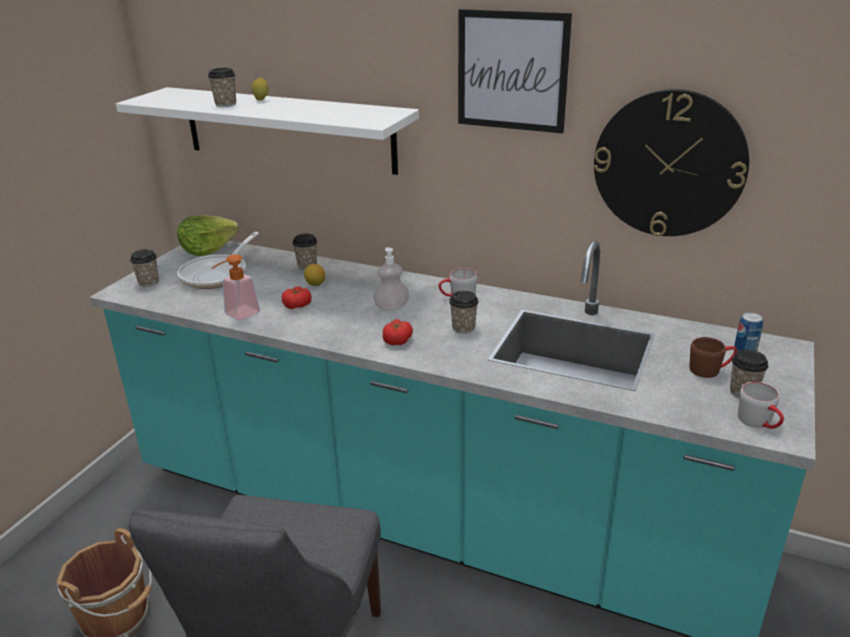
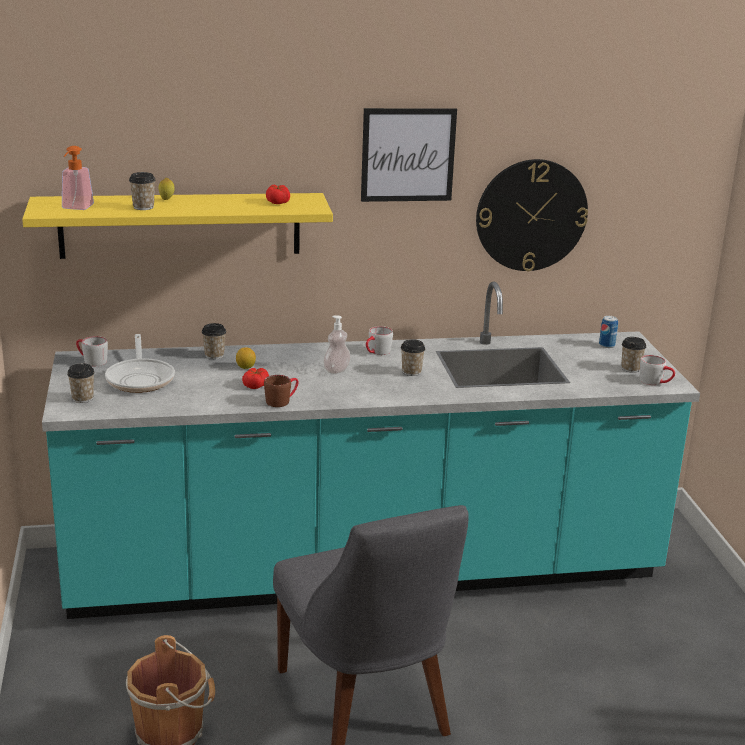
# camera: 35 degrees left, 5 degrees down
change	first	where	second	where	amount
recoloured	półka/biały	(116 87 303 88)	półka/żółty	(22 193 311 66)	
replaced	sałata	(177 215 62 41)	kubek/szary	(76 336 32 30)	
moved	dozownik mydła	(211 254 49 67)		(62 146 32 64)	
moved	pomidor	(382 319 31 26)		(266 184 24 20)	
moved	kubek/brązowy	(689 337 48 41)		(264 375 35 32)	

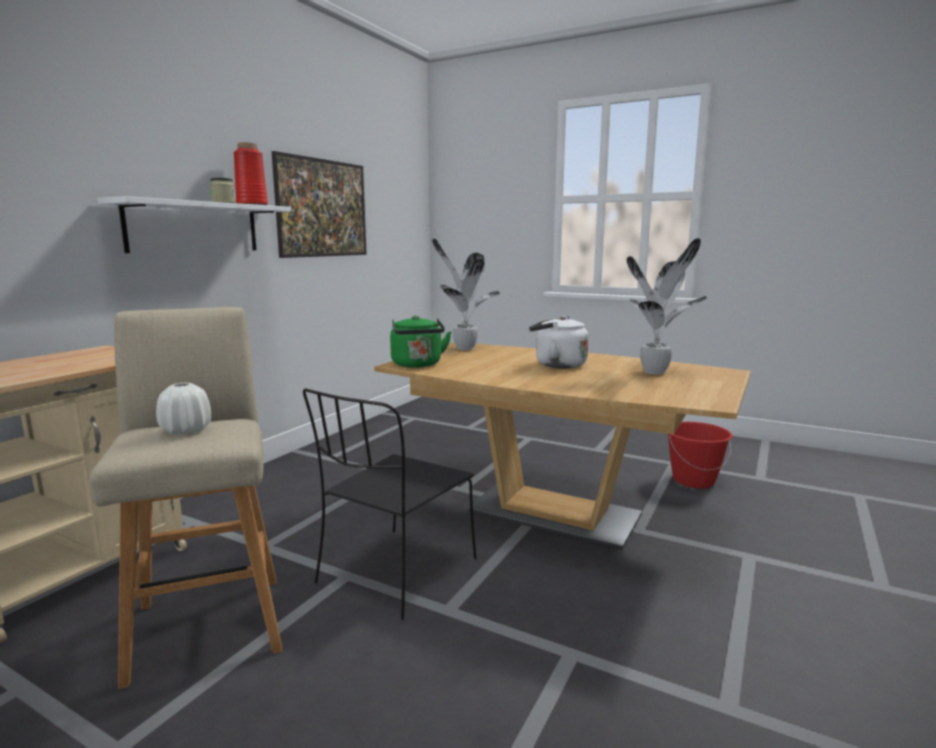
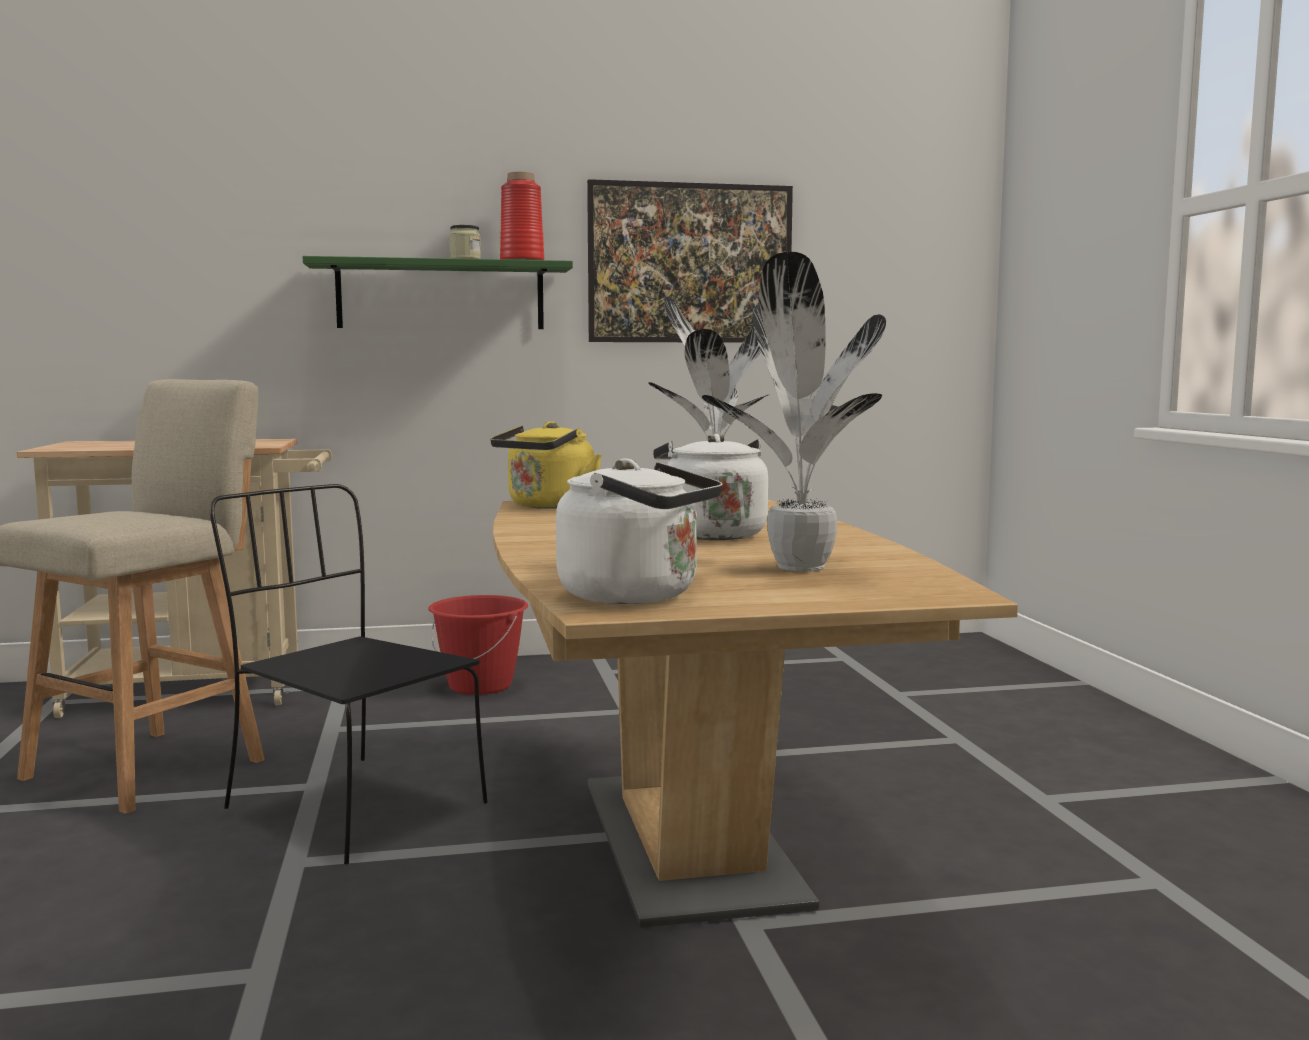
# camera: 50 degrees right, 5 degrees down
change	first	where	second	where	amount
recoloured	półka/biały	(98 196 193 57)	półka/zielony	(303 256 270 73)	
removed	wazon/biały	(156 382 55 53)			
turned	krzesło/czarny	(303 388 173 232)		(210 484 278 380)	45 degrees clockwise
recoloured	czajnik/zielony	(390 315 62 53)	czajnik/żółty	(490 421 112 88)	
moved	wiadro/czerwony	(668 422 65 66)		(428 595 100 100)	
added			czajnik/biały	(556 459 167 145)	

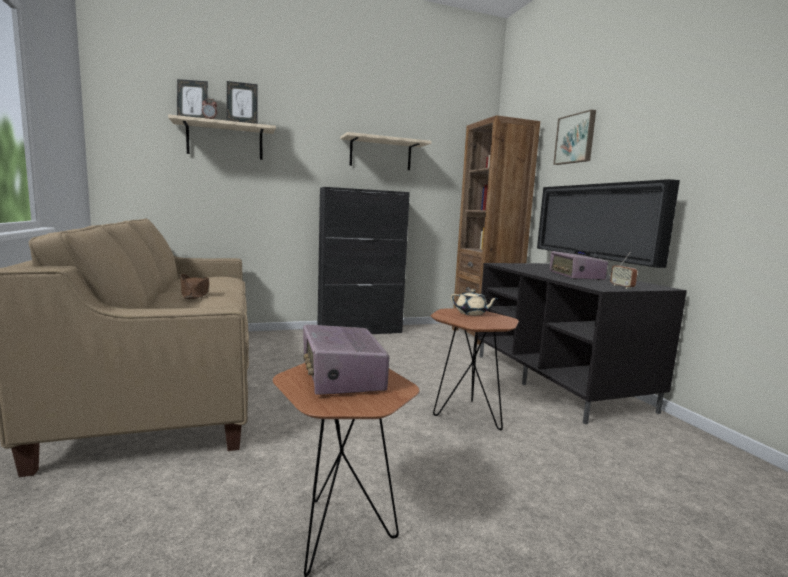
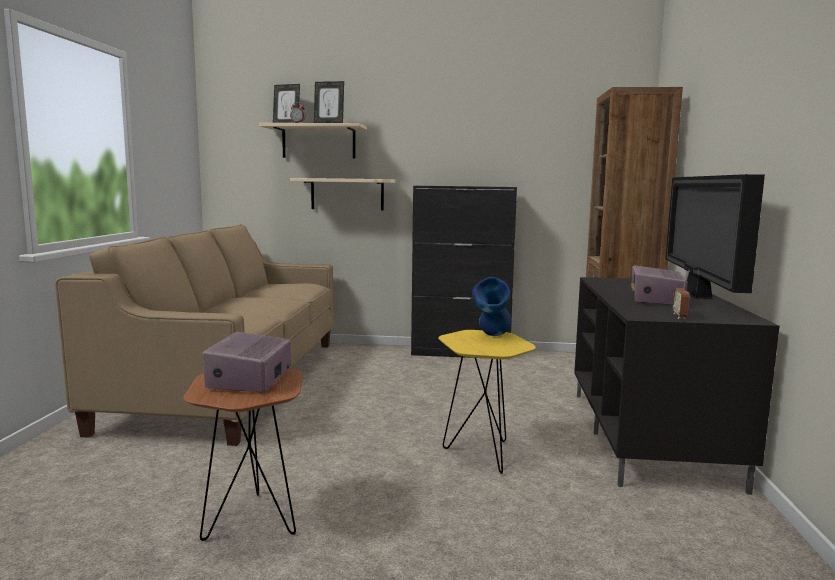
# camera: 25 degrees right, 0 degrees up
change	first	where	second	where	amount
removed	kapelusz/brązowy	(180 274 29 25)			
moved	półka/beżowy	(340 132 92 38)		(290 178 105 33)	
recoloured	stolik/brązowy	(431 308 88 122)	stolik/żółty	(438 330 98 144)	
replaced	imbryk/beżowy	(451 289 48 26)	wazon/niebieski	(472 277 40 59)	
removed	obraz	(553 110 43 55)			

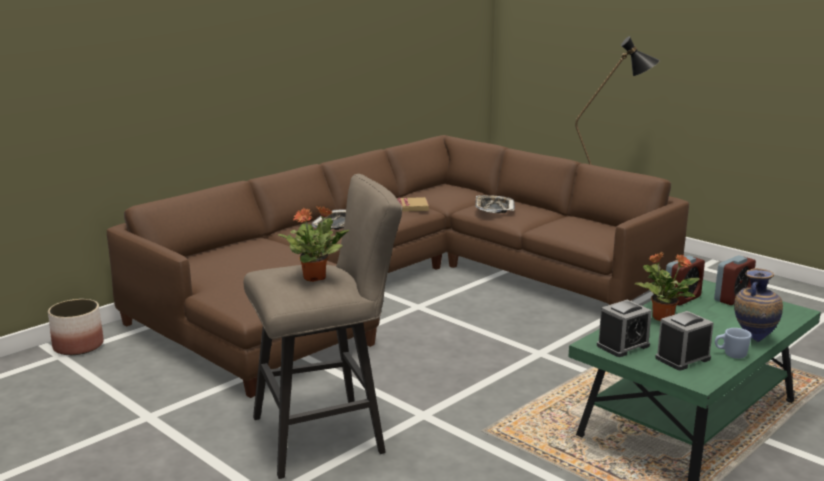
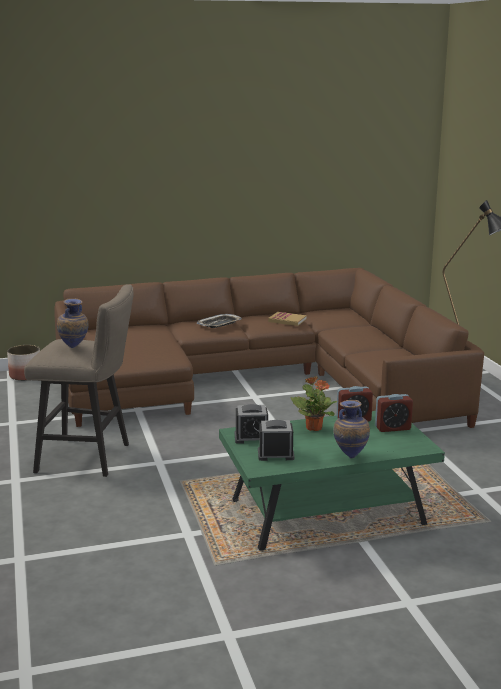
# camera: 30 degrees right, 0 degrees up
change	first	where	second	where	amount
replaced	roślina doniczkowa	(278 206 71 76)	wazon	(57 299 32 49)	
removed	taca	(475 195 40 18)			
removed	kubek/niebieski	(715 328 37 31)			

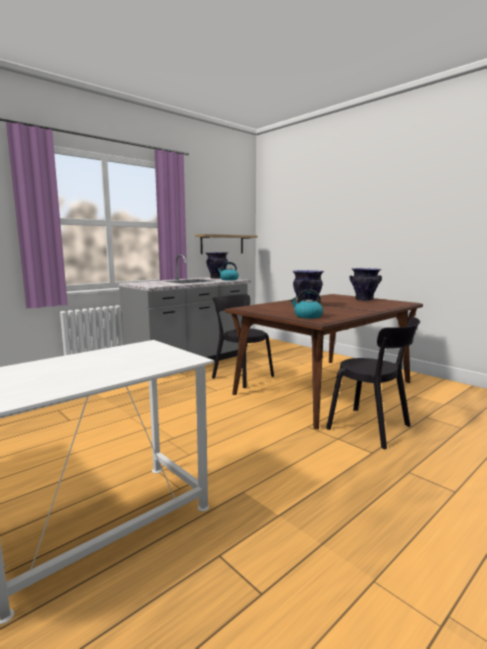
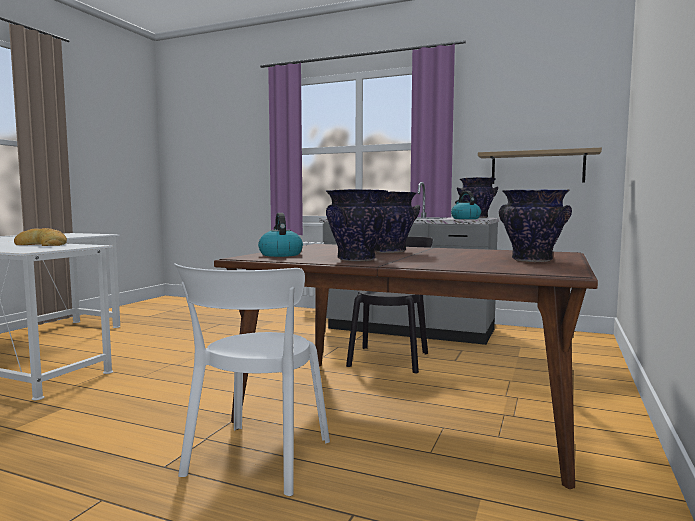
# camera: 65 degrees right, 5 degrees down
change	first	where	second	where	amount
recoloured	krzesło/czarny	(326 317 94 132)	krzesło/biały	(174 263 156 233)	
added			chleb	(14 228 53 18)	
added			wazon	(326 189 62 72)	

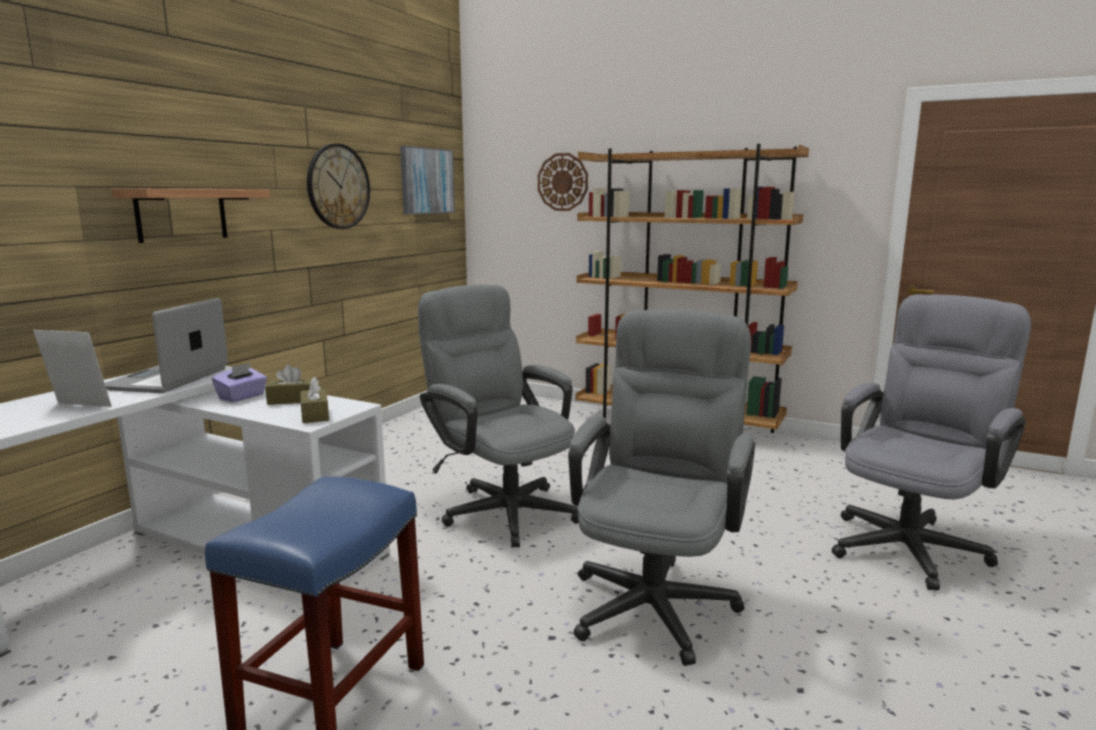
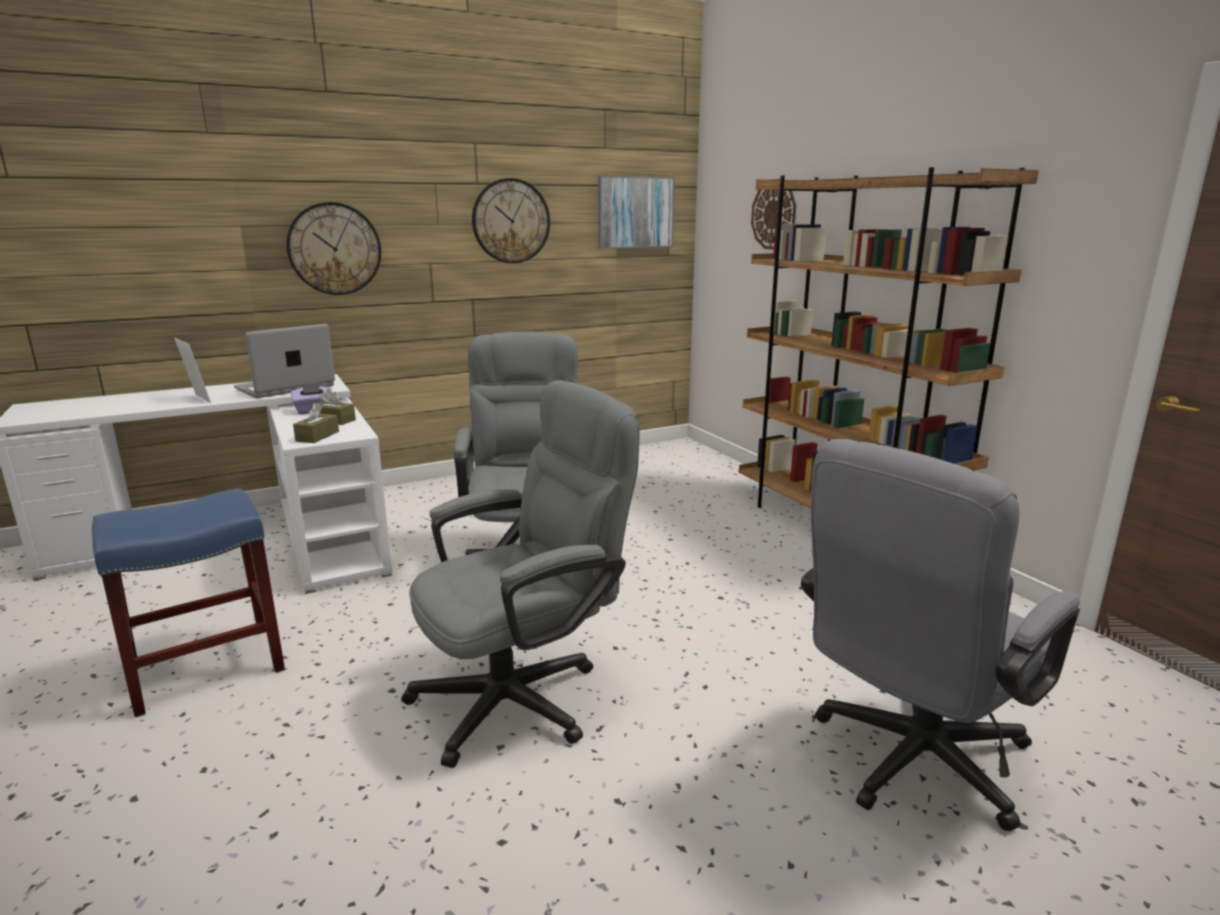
# camera: 35 degrees right, 5 degrees up
change	first	where	second	where	amount
replaced	półka	(111 188 159 55)	zegar ścienny	(286 202 95 93)	
turned	krzesło biurowe/szary	(832 294 199 297)		(801 439 279 392)	150 degrees clockwise

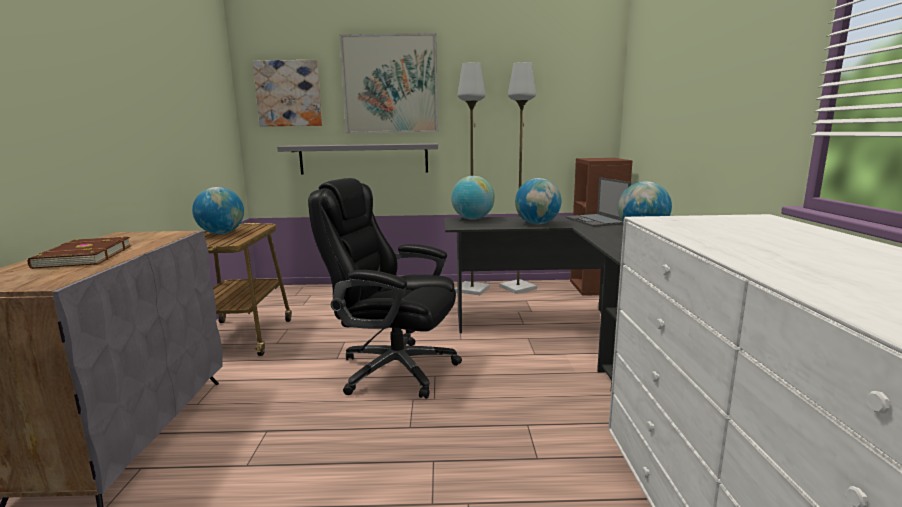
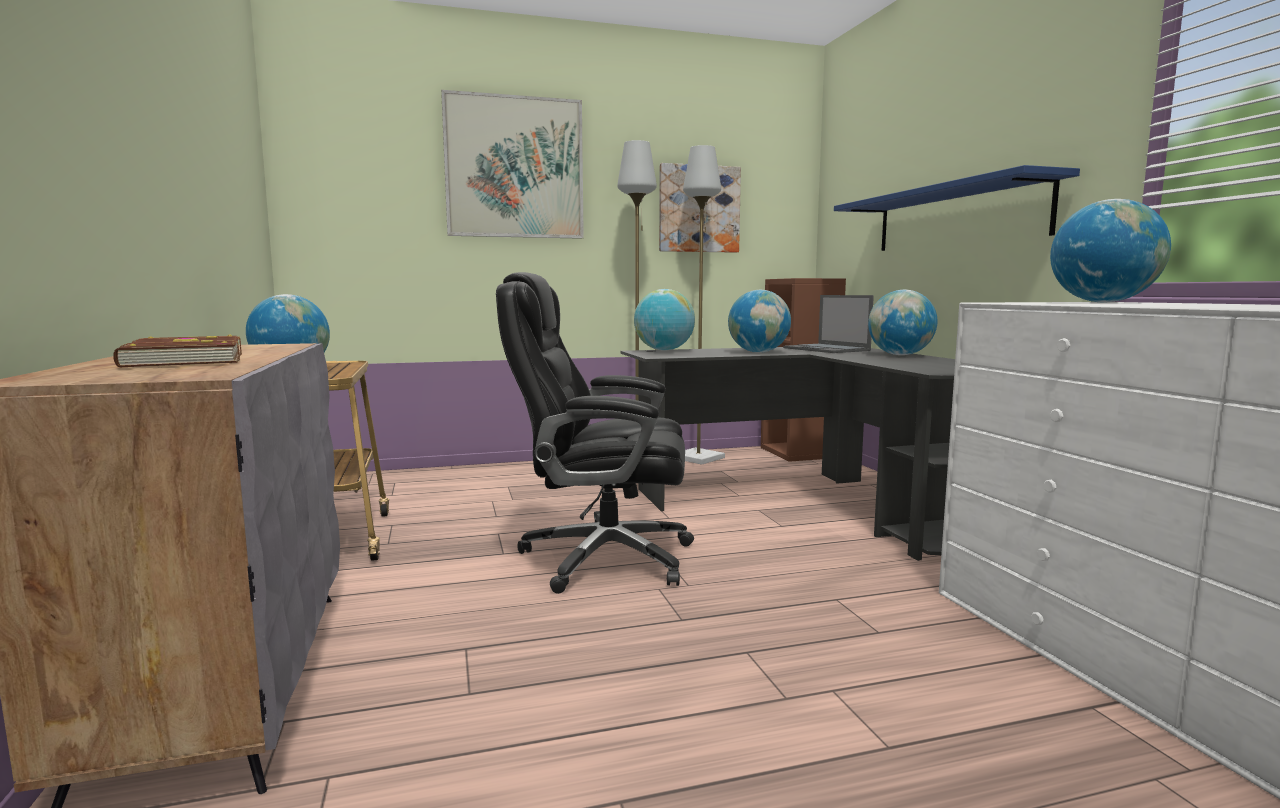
# camera: 15 degrees left, 5 degrees down
change	first	where	second	where	amount
moved	obraz	(253 60 69 66)		(659 163 82 90)	
removed	półka/szary	(277 143 161 31)			
added			półka/niebieski	(834 165 246 86)	
added			globus	(1050 199 121 104)	

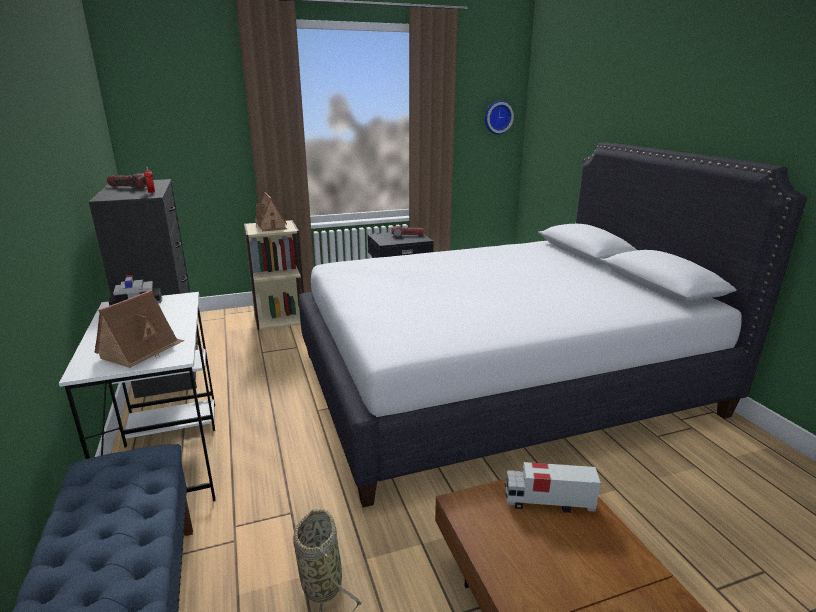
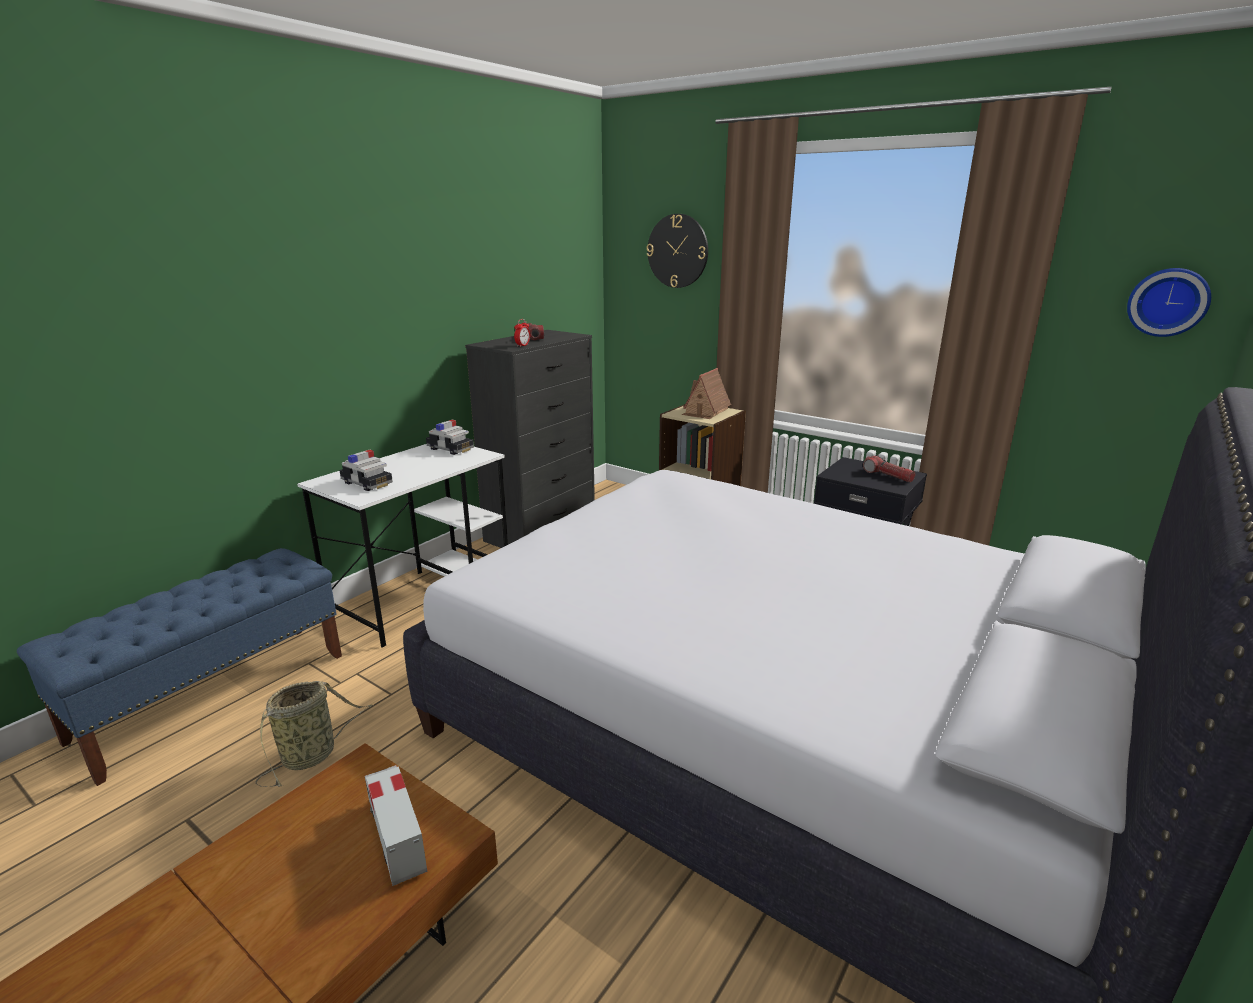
# camera: 55 degrees right, 0 degrees up
change	first	where	second	where	amount
replaced	domek	(95 290 89 78)	samochodzik	(340 450 53 41)	
added			zegar ścienny	(647 214 61 74)	

